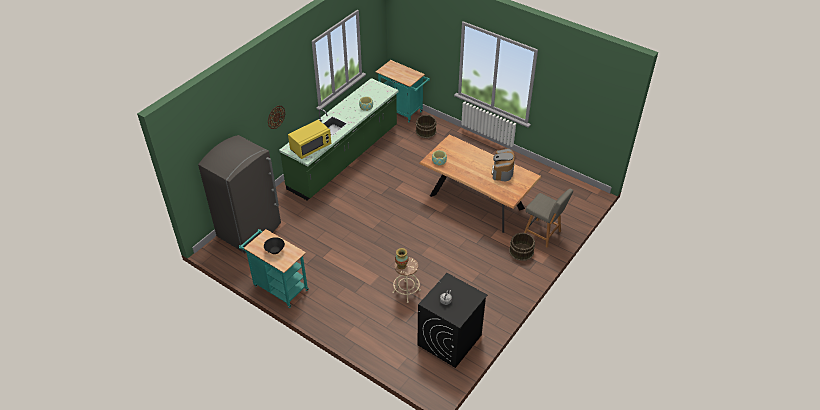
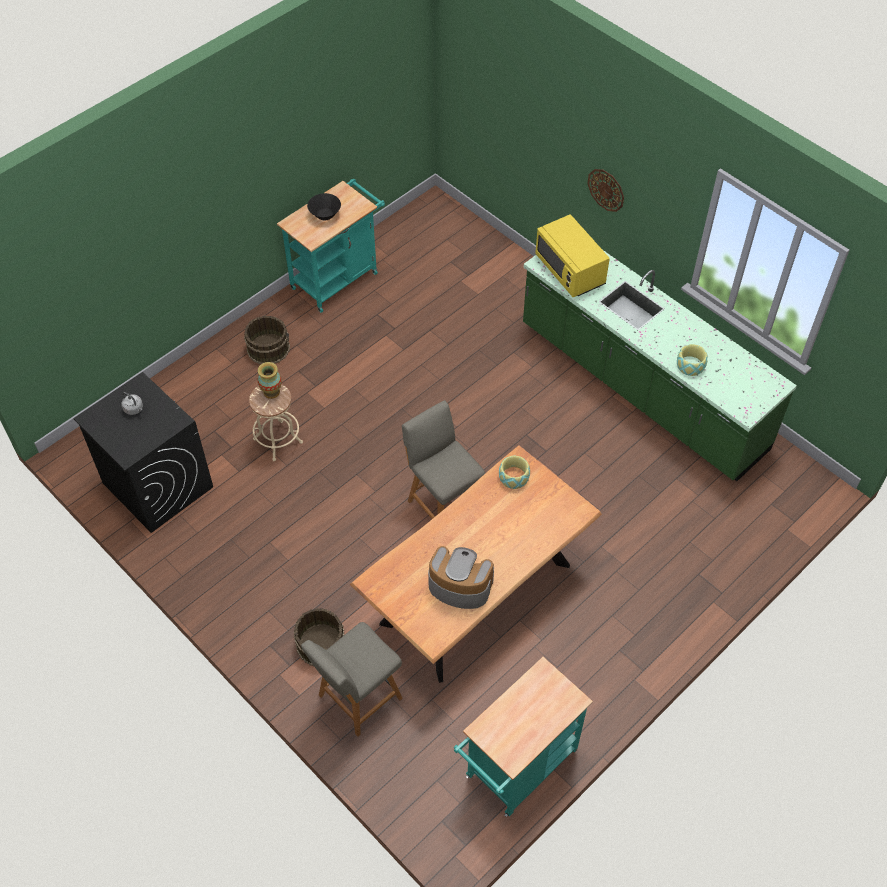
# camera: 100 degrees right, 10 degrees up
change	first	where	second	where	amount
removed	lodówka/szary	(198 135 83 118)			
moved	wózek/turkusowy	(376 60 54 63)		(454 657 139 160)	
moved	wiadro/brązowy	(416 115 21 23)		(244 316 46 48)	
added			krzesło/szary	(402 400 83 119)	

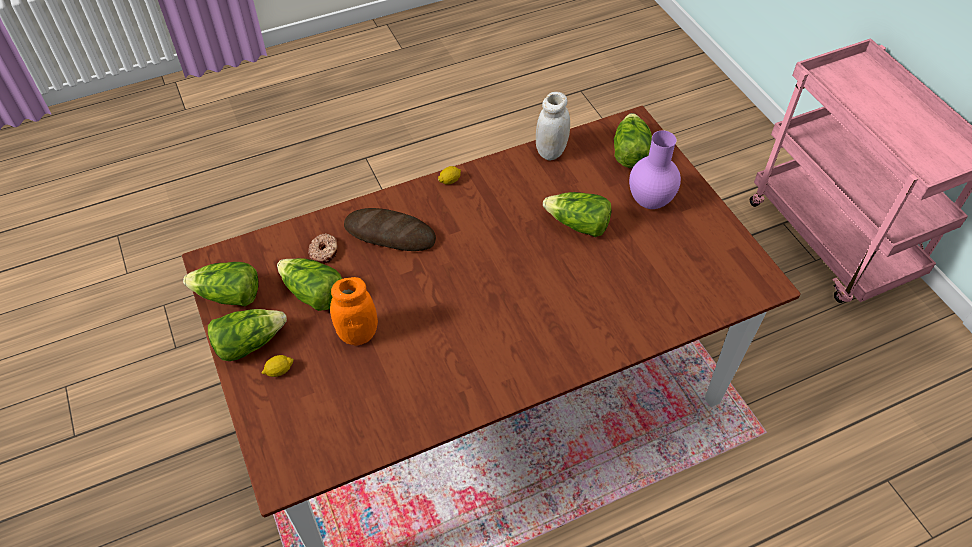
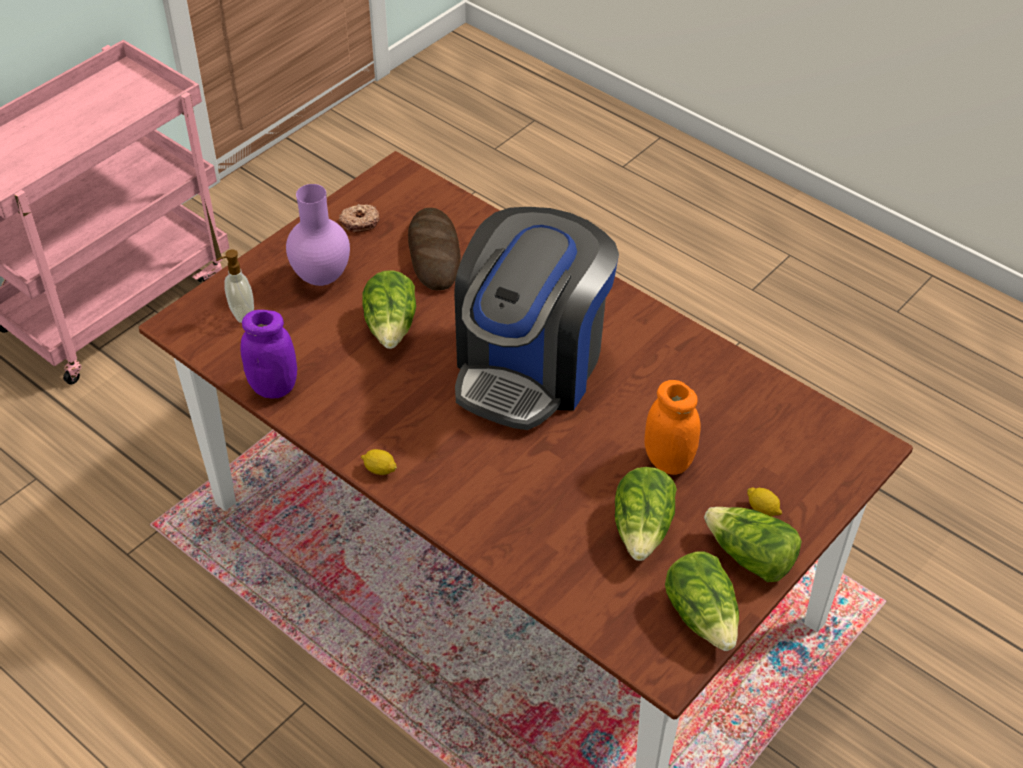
# camera: 115 degrees left, 5 degrees down
change	first	where	second	where	amount
moved	donut	(308 233 30 31)		(339 204 41 29)	
moved	chleb	(344 208 92 43)		(408 208 53 82)	
recoloured	słoik/biały	(536 92 34 69)	słoik/fioletowy	(240 310 57 88)	
replaced	sałata	(614 113 38 55)	dozownik mydła	(216 249 38 74)	
added			ekspres do kawy	(454 207 165 223)	

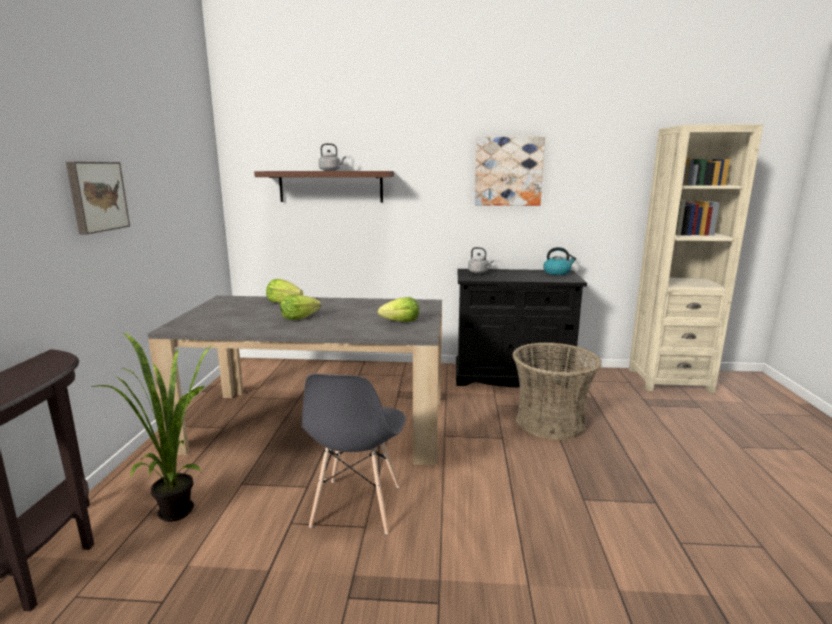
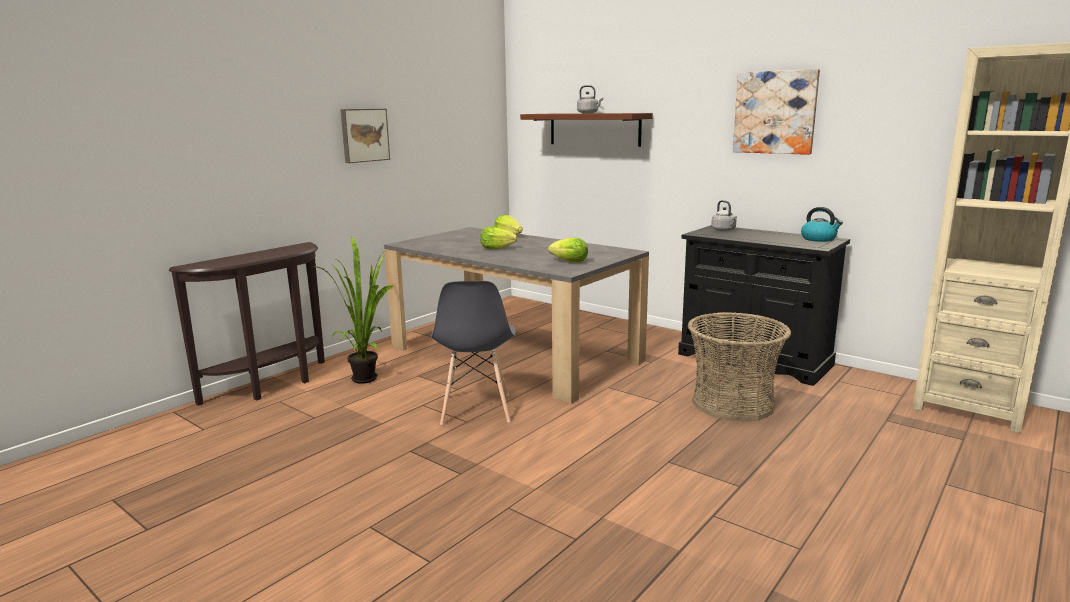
# camera: 35 degrees right, 0 degrees up
change	first	where	second	where	amount
turned	krzesło/szary	(302 374 104 160)		(431 281 85 144)	45 degrees counterclockwise

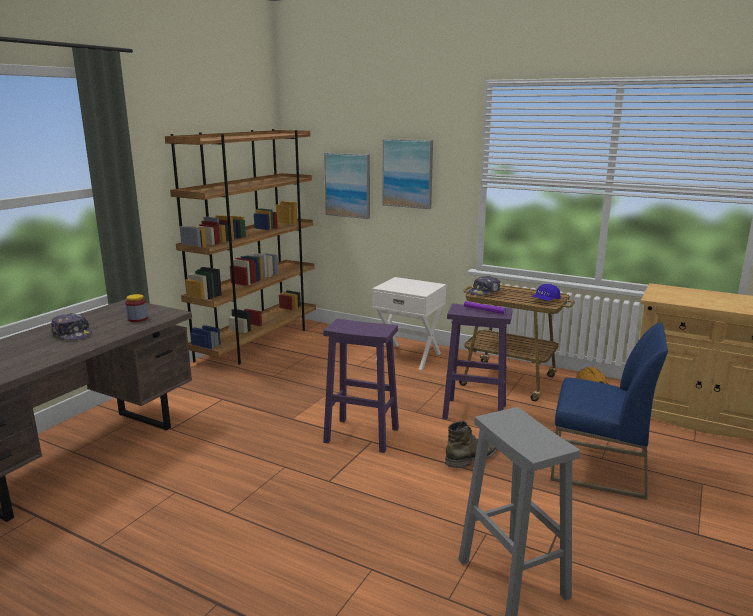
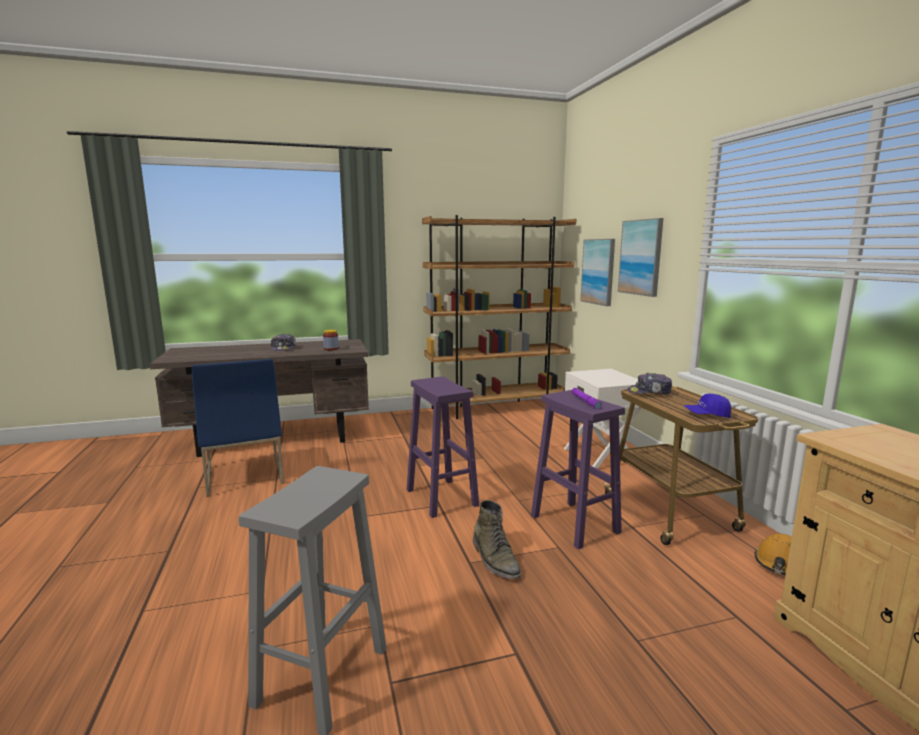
# camera: 45 degrees right, 5 degrees down
change	first	where	second	where	amount
turned	but z cholewką/zielony	(445 420 53 48)		(473 500 48 78)	60 degrees clockwise
moved	krzesło/niebieski	(551 322 117 178)		(192 359 92 138)	

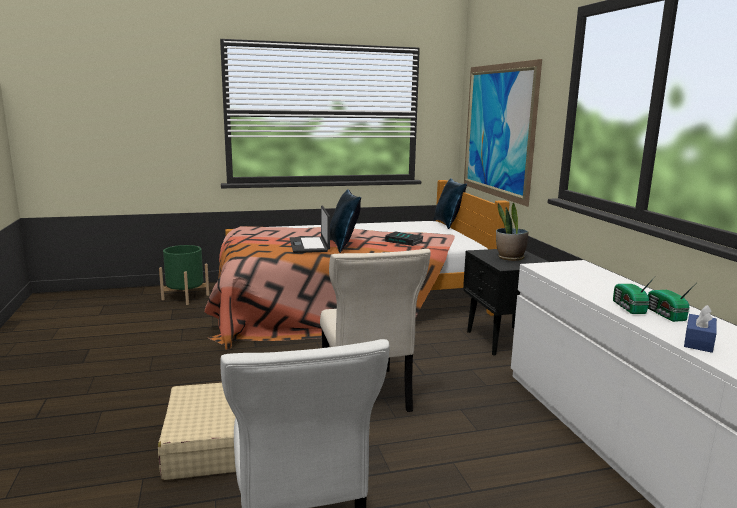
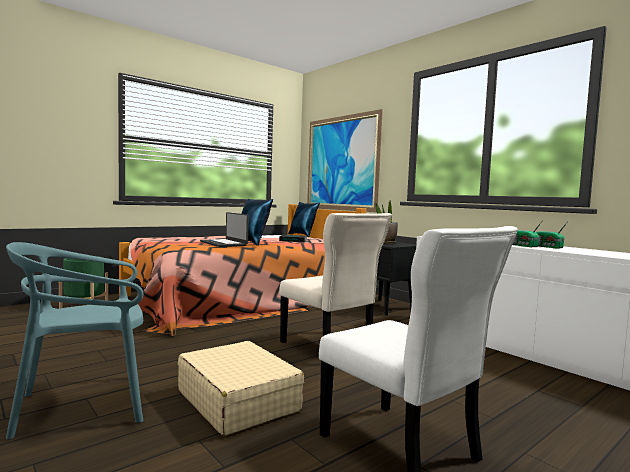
# camera: 25 degrees left, 10 degrees down
change	first	where	second	where	amount
removed	pudełko chusteczek/niebieski	(684 305 33 48)			
added			krzesło/turkusowy	(6 242 137 198)	

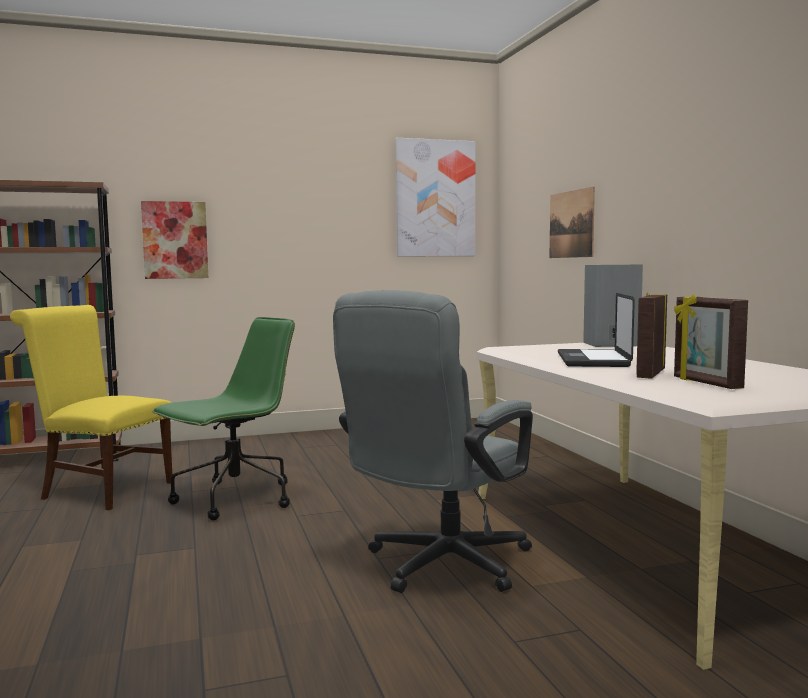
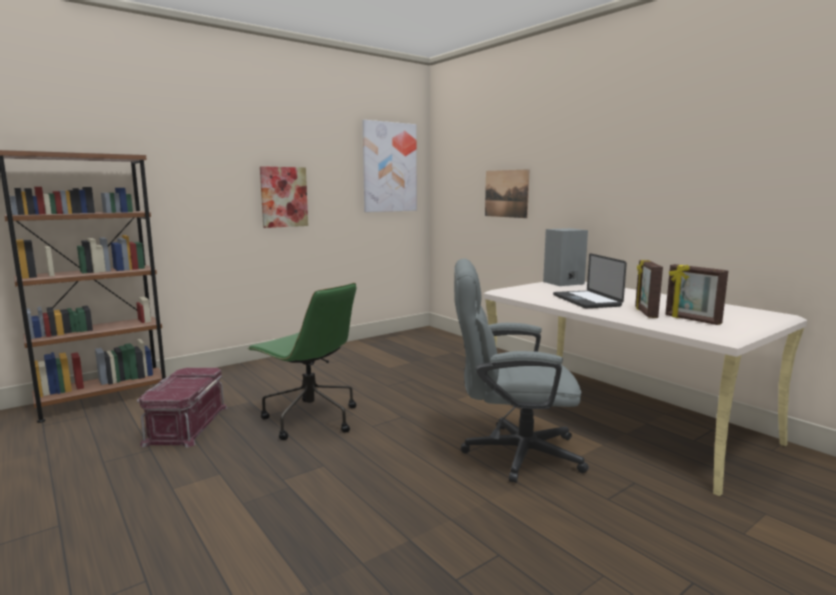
# camera: 20 degrees left, 5 degrees up
change	first	where	second	where	amount
replaced	krzesło/żółty	(10 305 162 205)	pojemnik do przechowywania/czerwony	(137 368 91 80)	
moved	obraz	(141 201 67 78)		(260 166 48 62)	
turned	krzesło biurowe/zielony	(152 317 143 203)		(247 283 109 157)	105 degrees clockwise
turned	krzesło biurowe/szary	(333 290 200 303)		(454 258 135 225)	75 degrees clockwise

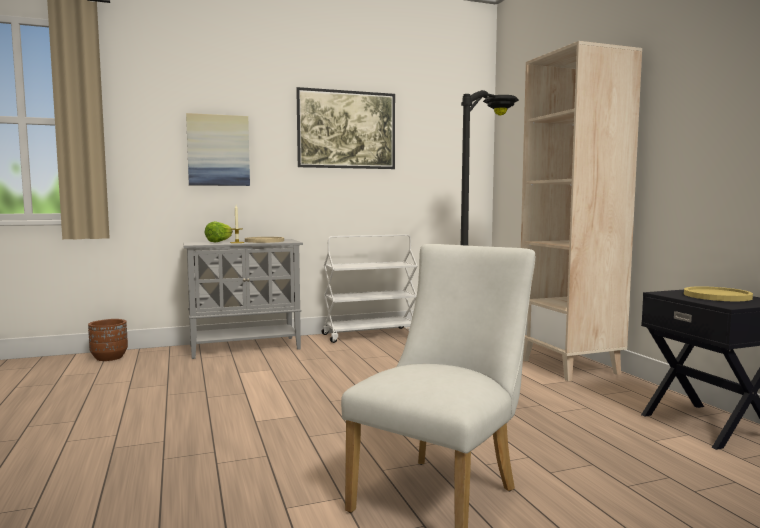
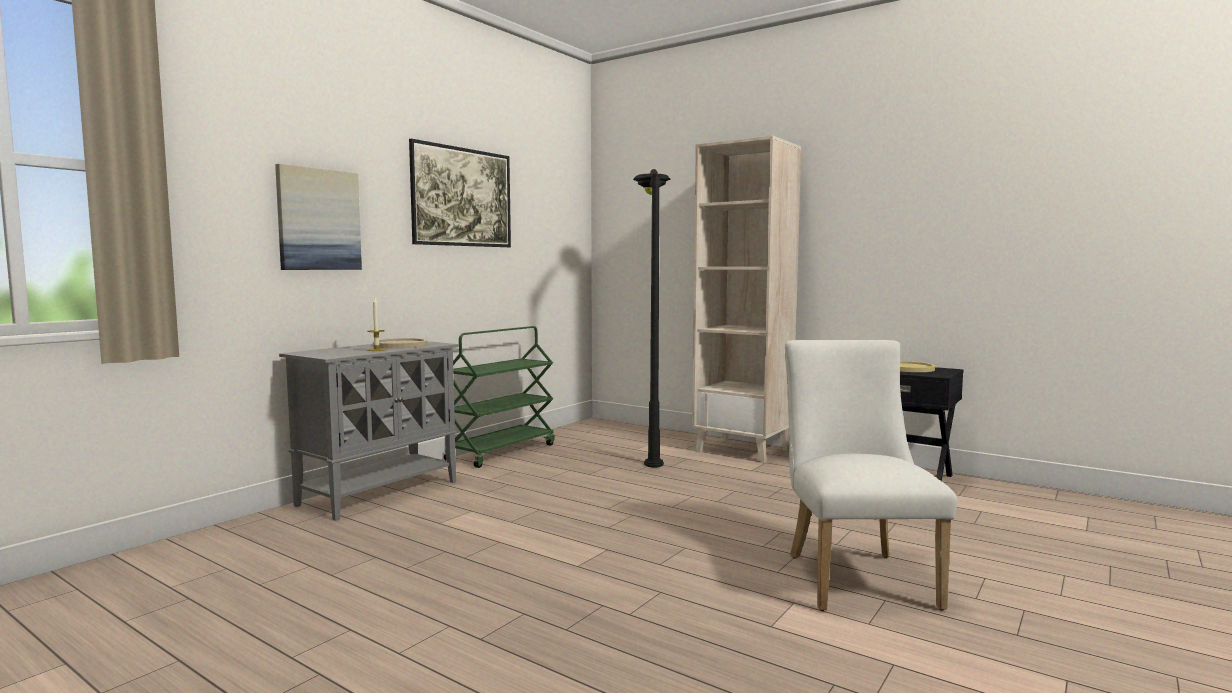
# camera: 35 degrees left, 0 degrees up
change	first	where	second	where	amount
removed	donica/brązowy	(88 319 40 42)			
removed	sałata	(205 221 28 21)			
recoloured	wózek/biały	(321 234 96 109)	wózek/zielony	(444 326 111 142)	

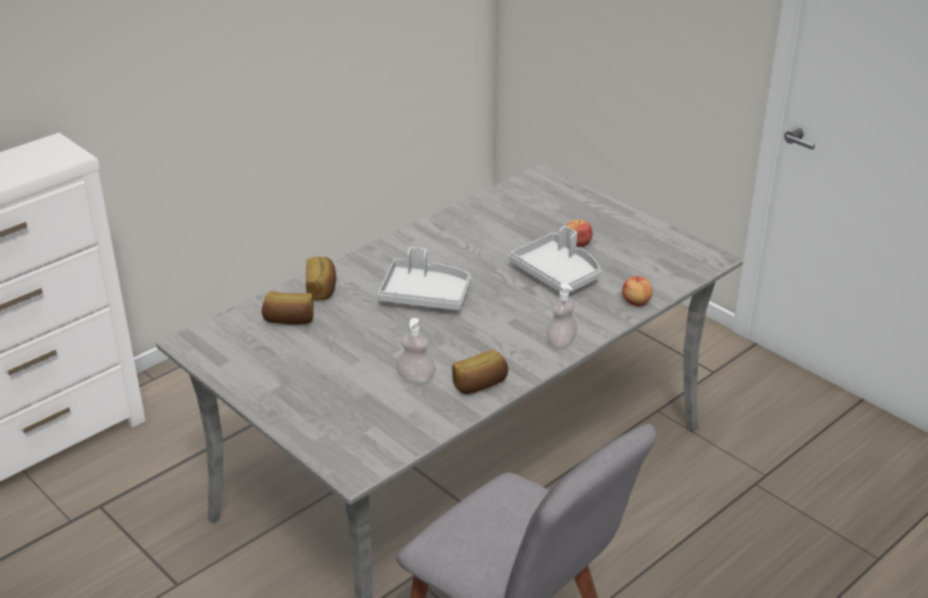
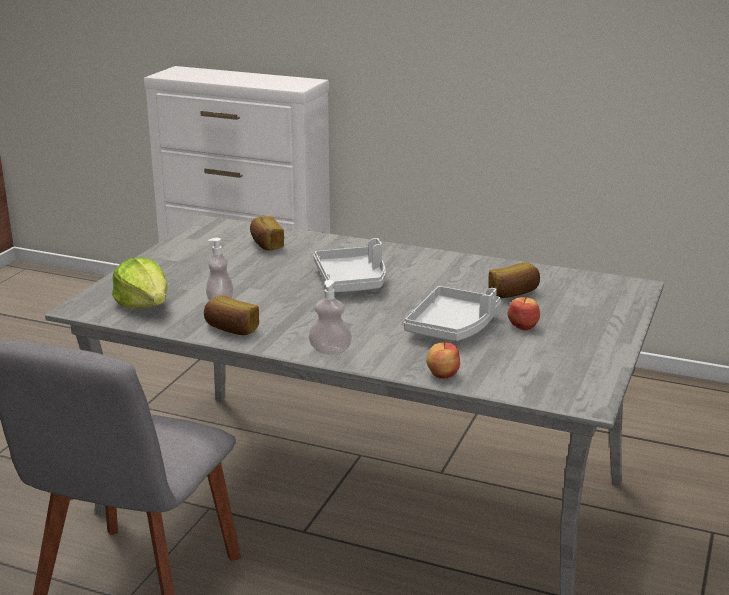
# camera: 65 degrees right, 10 degrees down
change	first	where	second	where	amount
moved	chleb	(306 257 30 43)		(488 262 52 36)	
added			sałata	(112 257 55 52)	

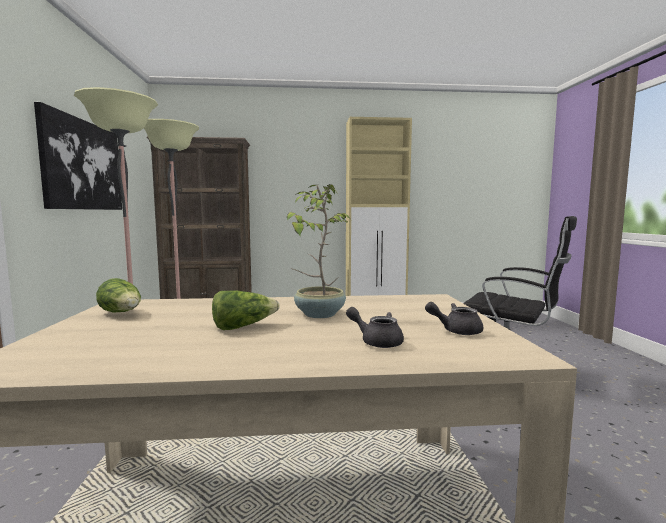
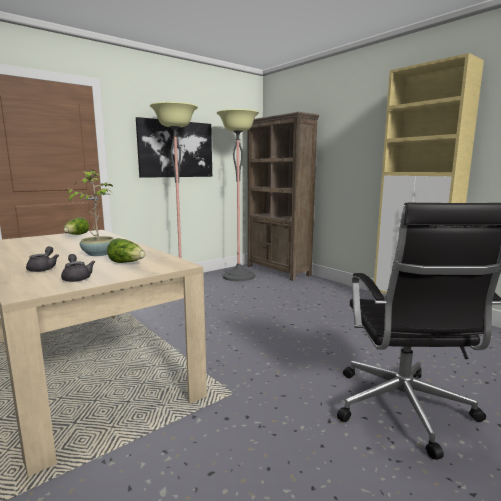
# camera: 55 degrees right, 5 degrees up
change	first	where	second	where	amount
moved	sałata	(212 290 68 40)		(107 238 38 25)	

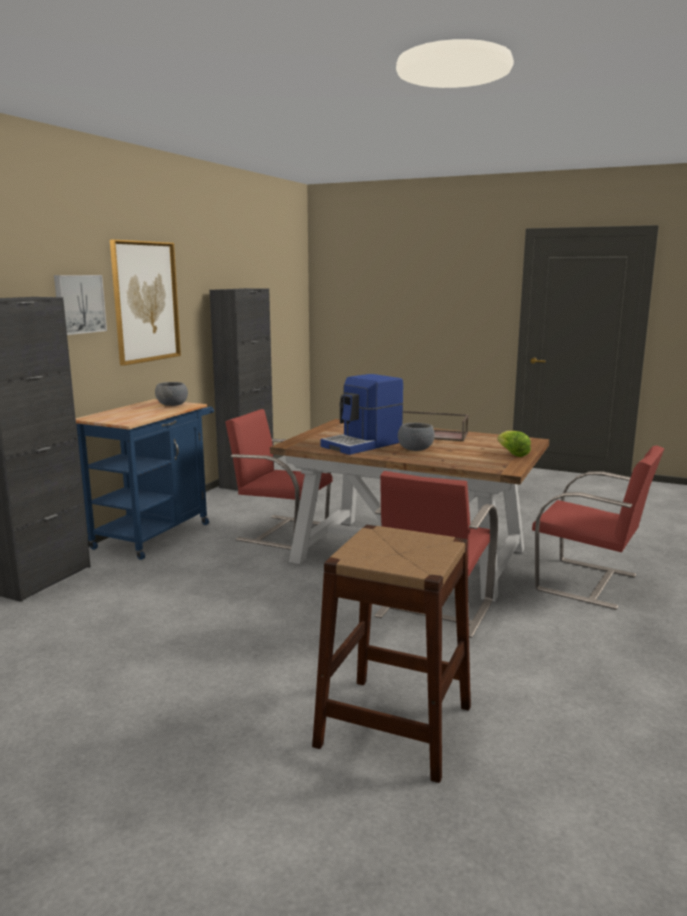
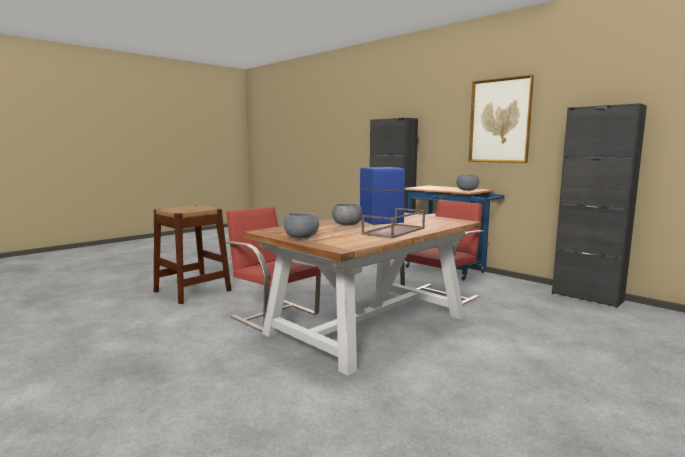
# camera: 110 degrees right, 5 degrees down
change	first	where	second	where	amount
removed	obraz	(54 275 53 60)			
replaced	sałata	(497 431 34 26)	miska/szary	(284 212 35 26)	
removed	krzesło/czerwony	(532 445 132 165)			

